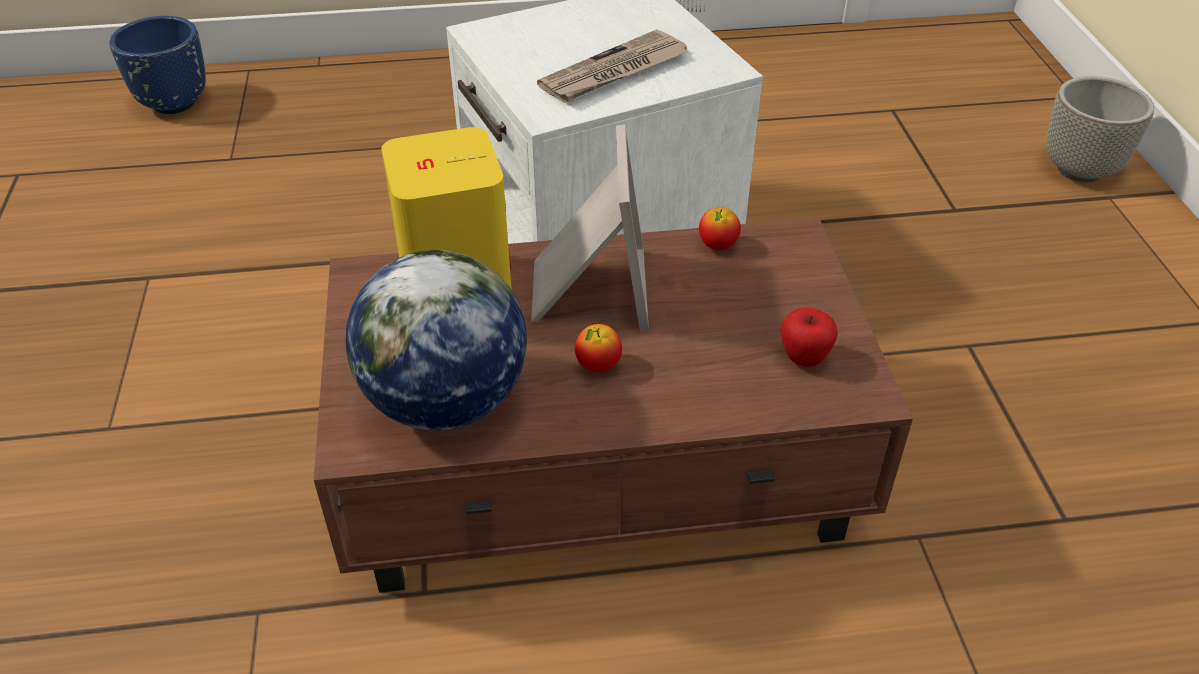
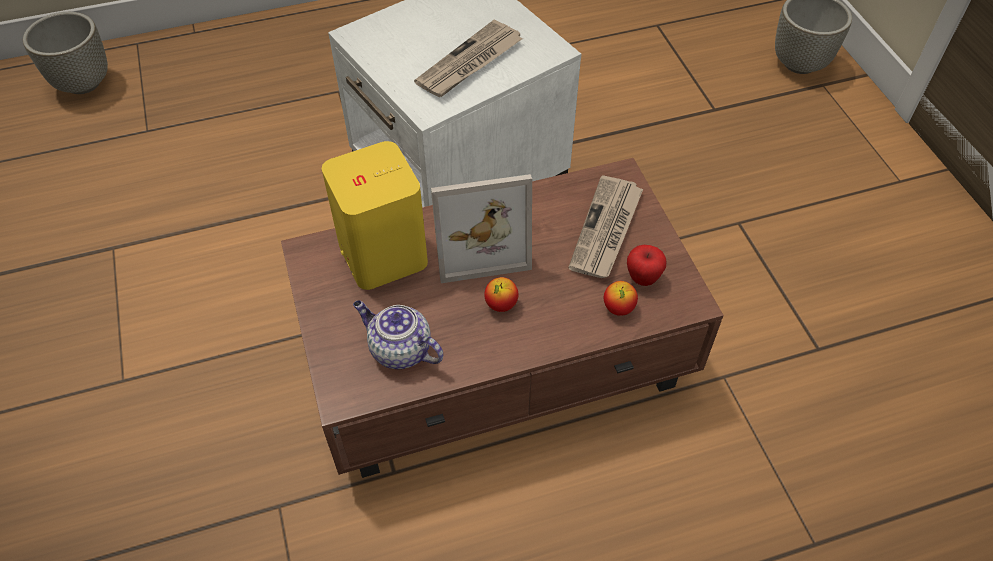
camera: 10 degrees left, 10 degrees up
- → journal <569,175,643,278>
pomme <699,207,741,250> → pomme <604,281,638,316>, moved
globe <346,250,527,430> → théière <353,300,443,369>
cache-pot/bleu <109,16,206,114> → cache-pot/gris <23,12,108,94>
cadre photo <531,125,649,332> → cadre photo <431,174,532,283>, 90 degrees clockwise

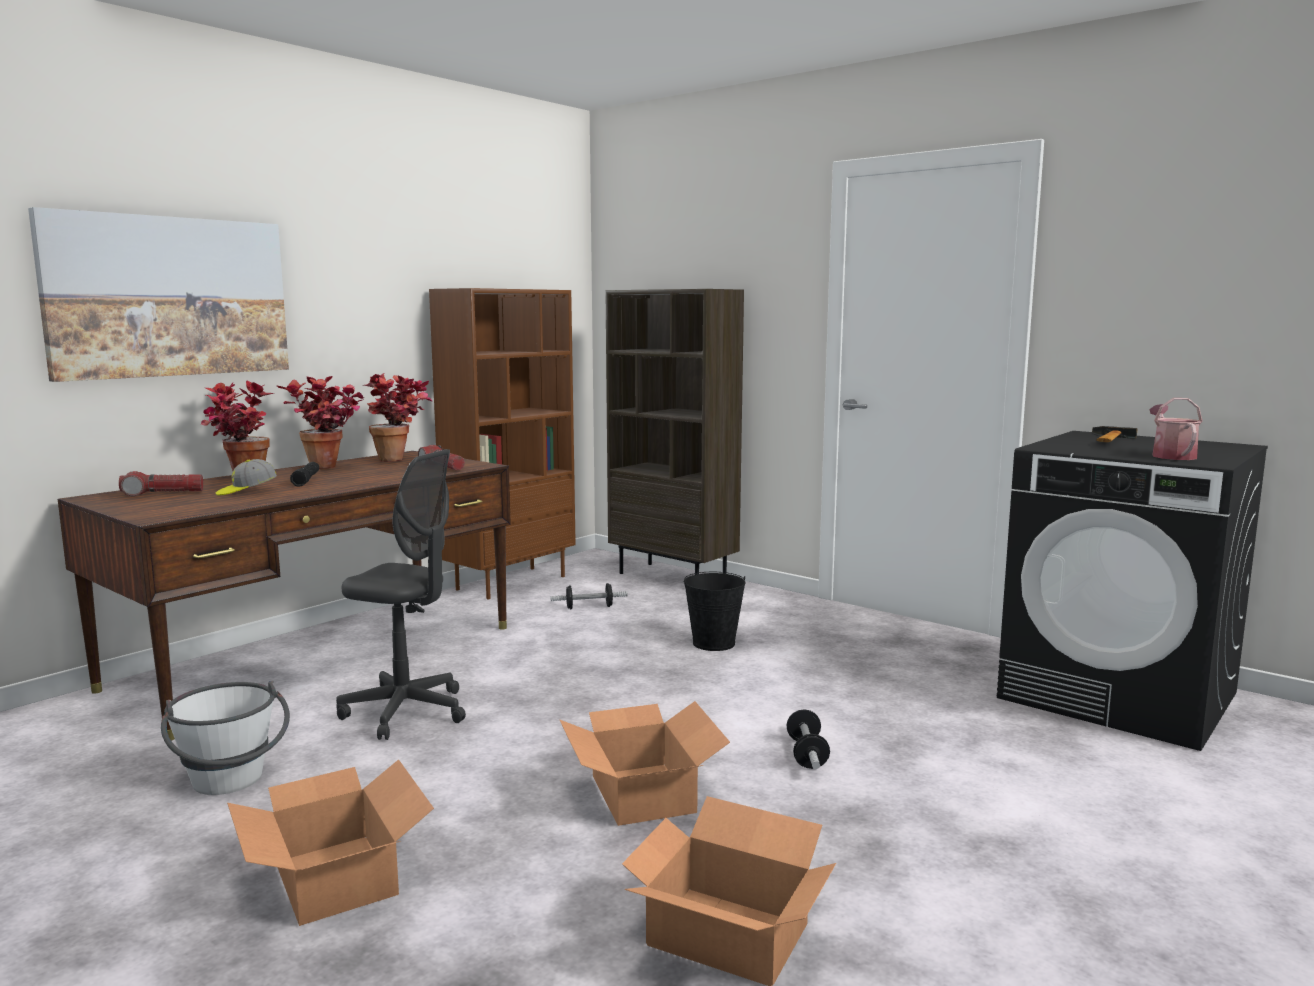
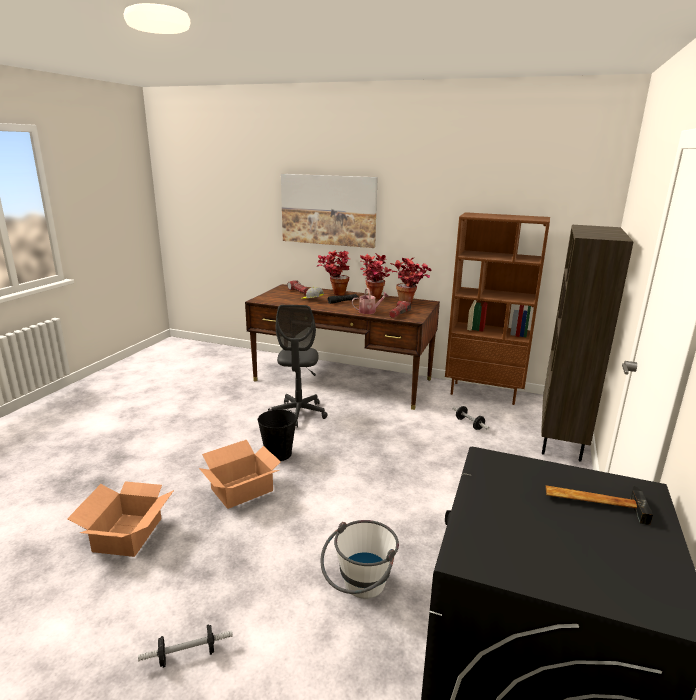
camera: 70 degrees right, 10 degrees up
carton <227,759,434,926> → -
seau/blanc <161,681,290,795> → seau/blanc <321,520,399,599>, moved
seau/noir <683,572,746,651> → seau/noir <258,409,297,461>, moved
haltère <786,709,830,769> → haltère <138,624,233,668>, moved
arrosoir <1150,398,1202,460> → arrosoir <352,288,389,314>, moved

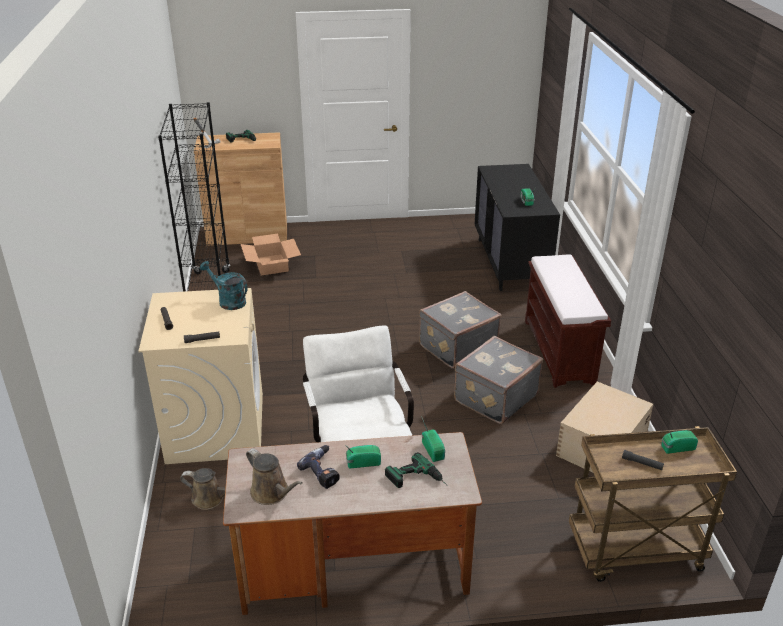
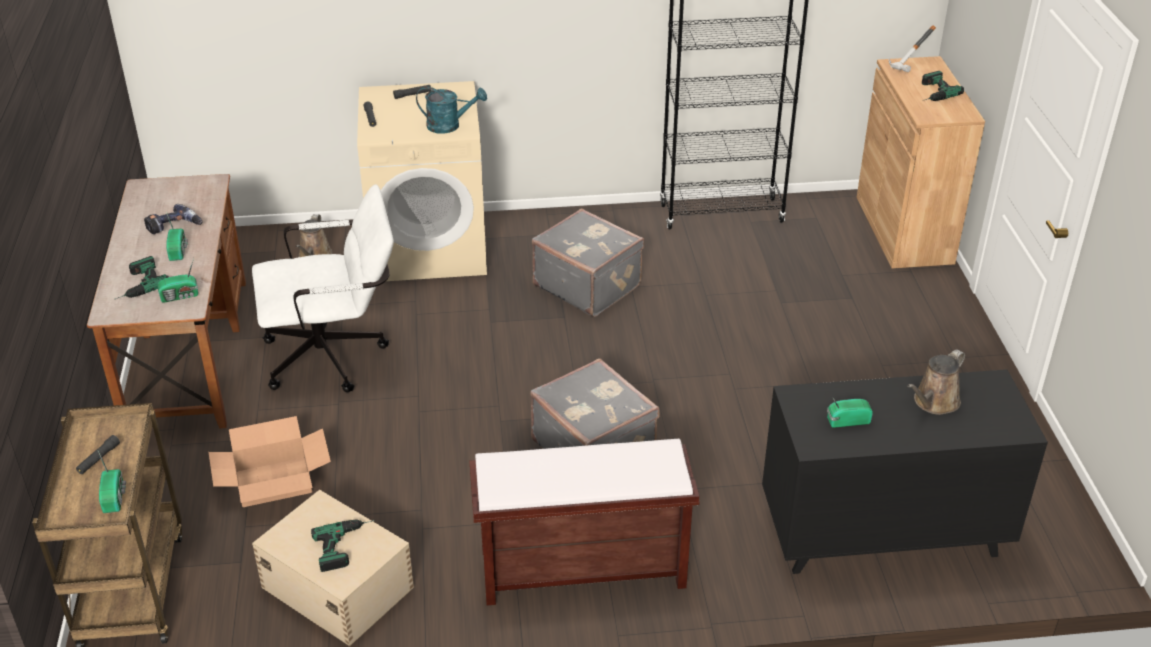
camera: 90 degrees right, 5 degrees up
- → perceuse <311,519,375,572>
carton <241,233,301,276> → carton <208,416,331,507>, moved
arrosoir/marron <246,448,303,505> → arrosoir/marron <907,350,965,415>, moved
valise/gris <454,336,543,424> → valise/gris <532,208,644,317>, moved
arrosoir/turquoise <200,261,248,310> → arrosoir/turquoise <416,87,487,134>, 60 degrees clockwise

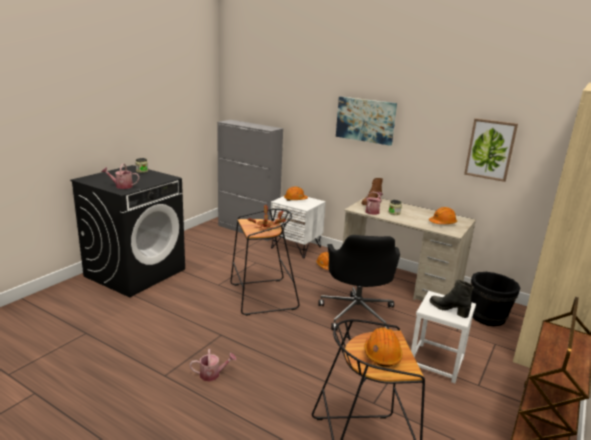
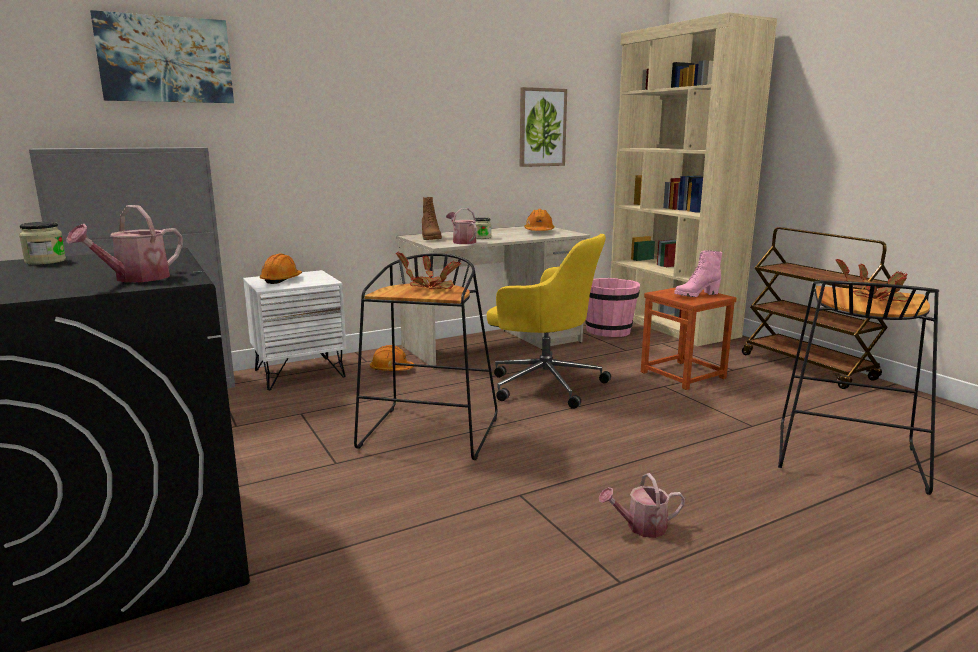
camera: 60 degrees left, 5 degrees down
tableau <336,96,397,146> → tableau <90,10,234,103>, moved
casque de chantier/orange <364,327,403,367> → plante en pot <836,259,909,302>
chaise de bureau/noir <318,235,400,330> → chaise de bureau/jaune <487,234,611,409>
tabouret/blanc <411,291,476,383> → tabouret/marron <641,288,737,390>
botte/noir <429,280,474,318> → botte/rose <674,250,722,297>
seau/noir <471,272,521,327> → seau/rose <585,278,640,337>
arrosoir <190,349,236,382> → arrosoir <599,473,685,538>, 120 degrees counterclockwise

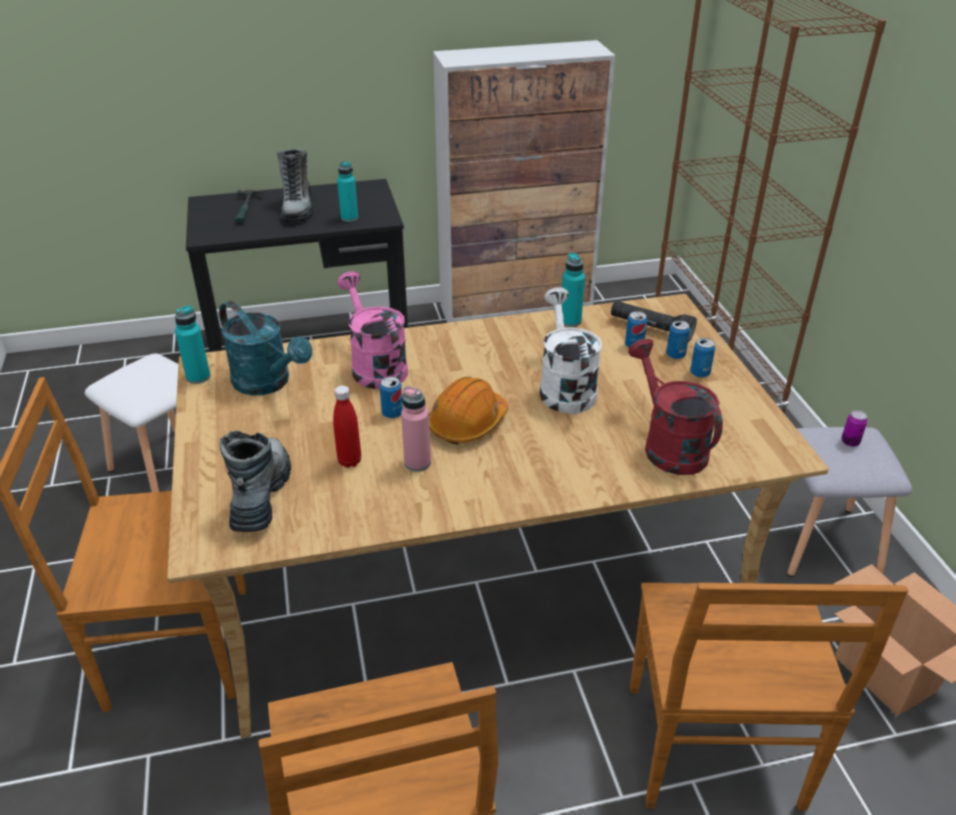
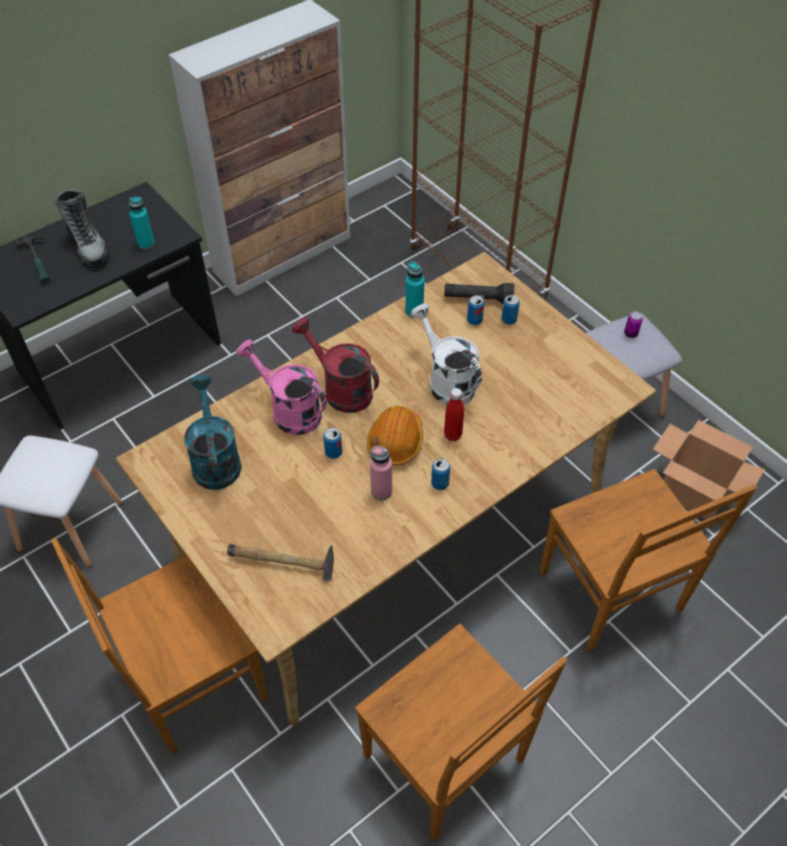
camera: 25 degrees left, 15 degrees up
bouteille/turquoise <175,305,210,384> → -
bouteille/rouge <333,385,361,468> → bouteille/rouge <444,388,464,441>, moved
arrosoir/rouge <628,339,723,475> → arrosoir/rouge <292,317,379,413>, moved
boîte métallique <690,338,715,378> → boîte métallique <431,458,450,490>, moved
botte <219,430,291,532> → marteau <227,544,334,581>
arrosoir/turquoise <219,301,312,395> → arrosoir/turquoise <184,374,242,490>, 120 degrees counterclockwise

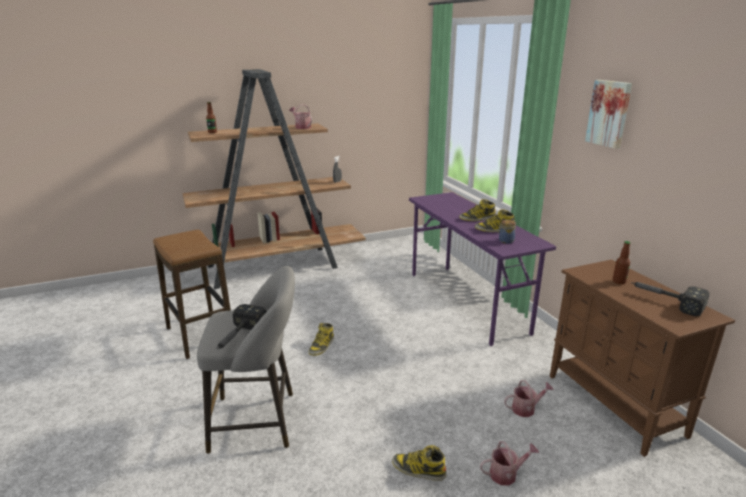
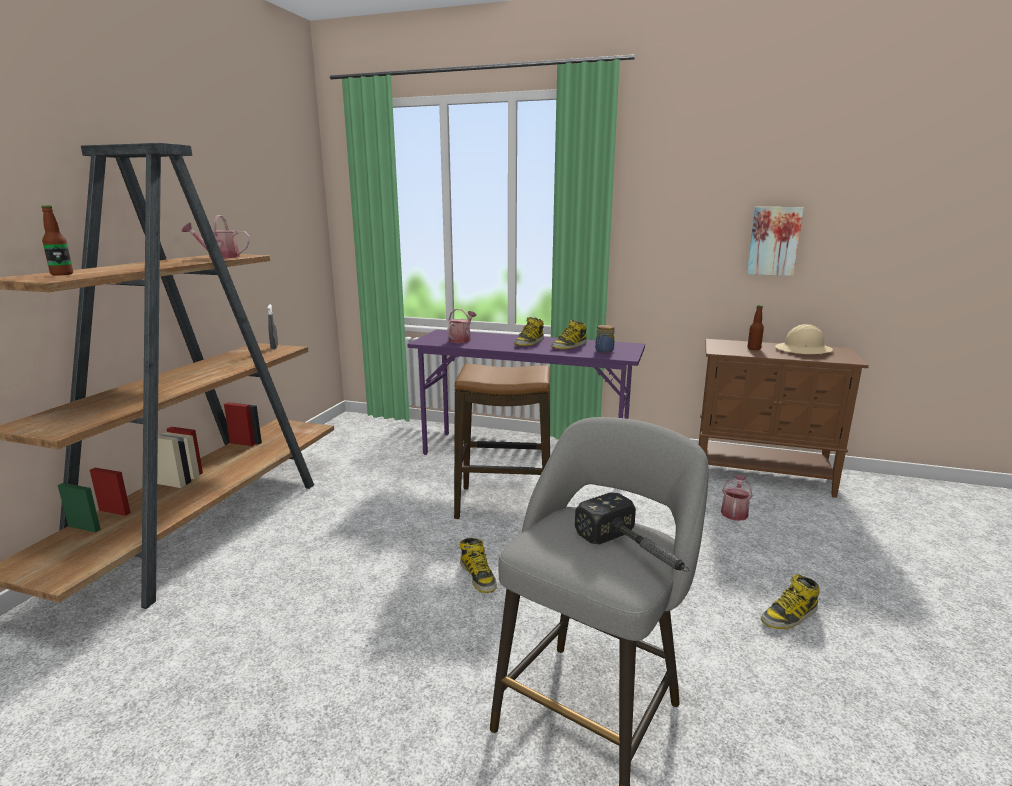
camera: 50 degrees left, 5 degrees down
tabouret <153,229,231,359> → tabouret <454,364,550,519>, moved
arrosoir <480,441,539,486> → arrosoir <447,309,476,343>, moved
tableau <585,80,632,149> → tableau <747,207,804,276>, moved
marteau <631,282,710,316> → casque de chantier/beige <775,324,833,354>

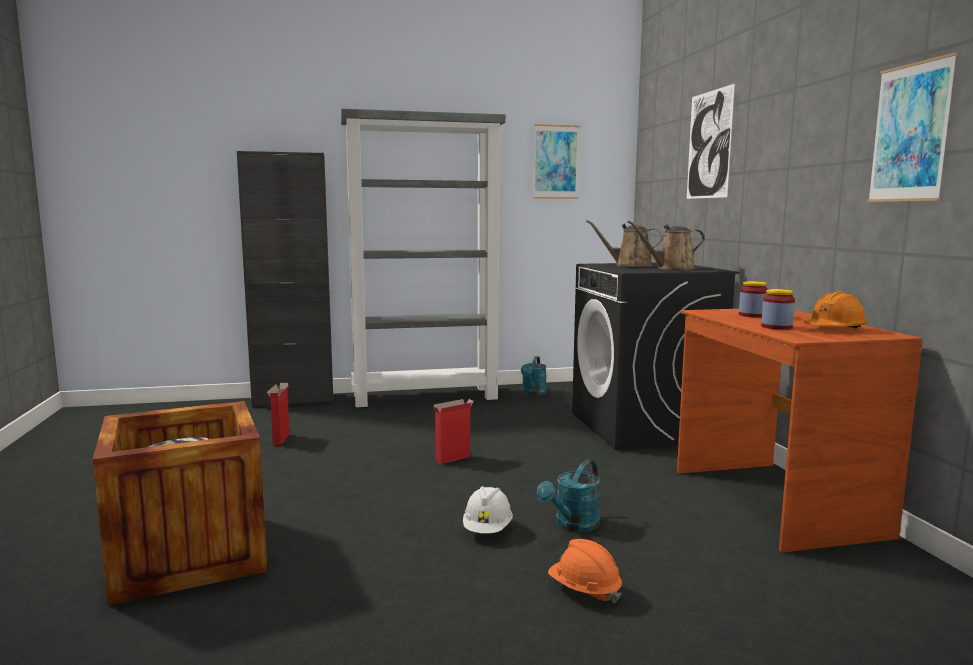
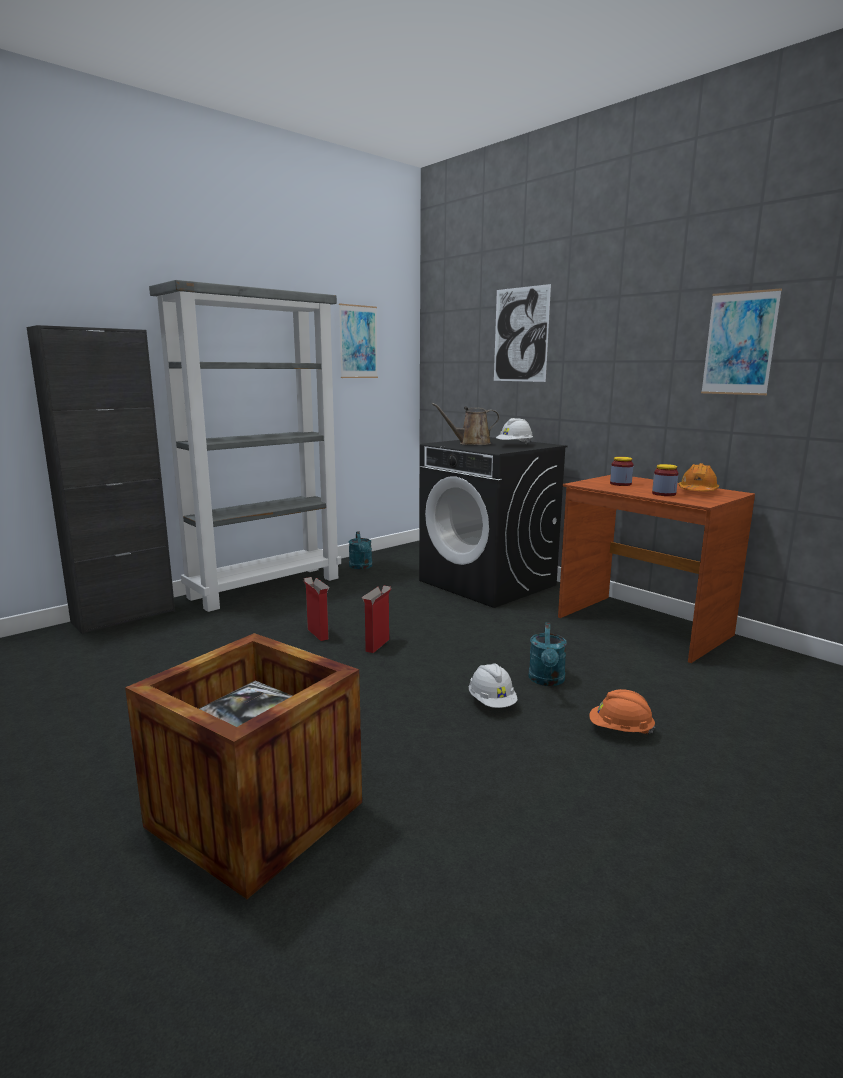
camera: 30 degrees left, 5 degrees up
carton <267,383,290,445> → carton <303,577,329,641>, moved
arrosoir/marron <627,221,705,270> → casque de chantier/blanc <496,418,533,444>

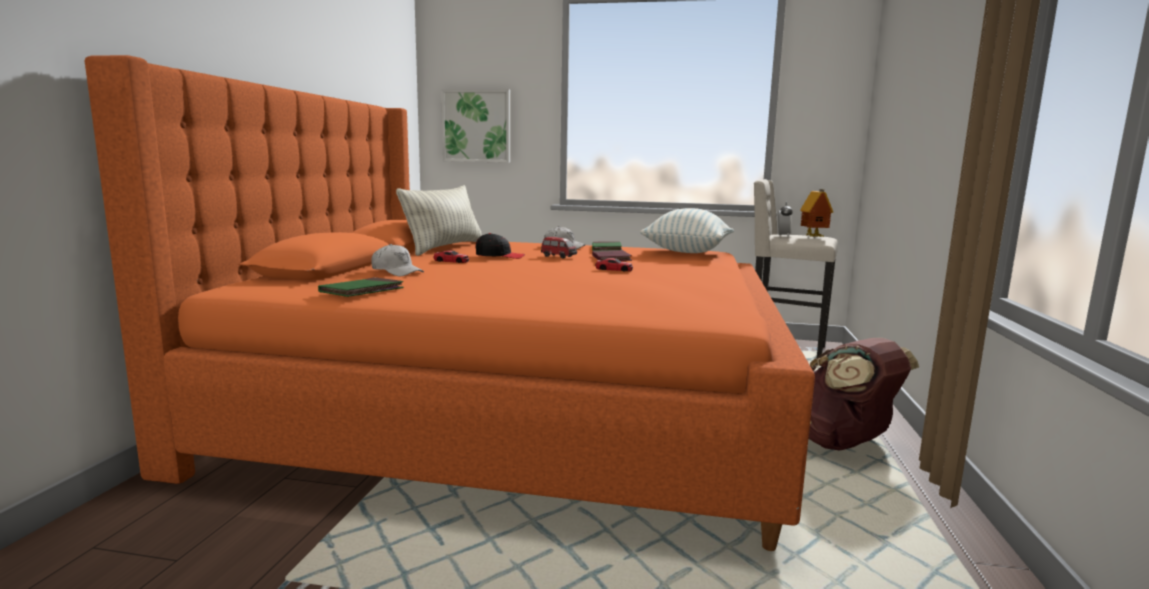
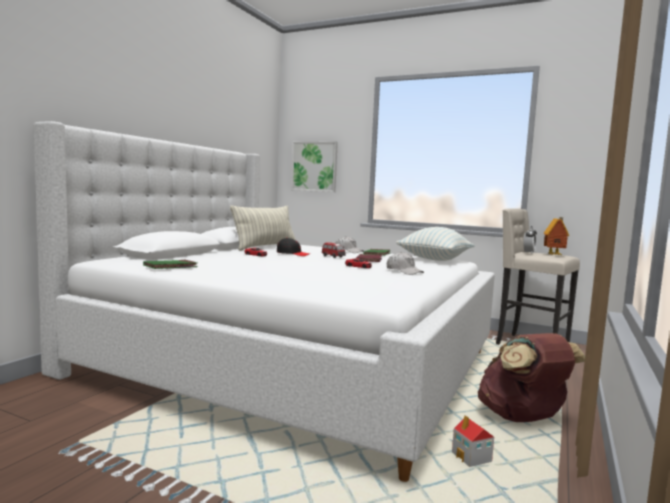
camera: 15 degrees right, 5 degrees down
- → maison miniature <452,415,494,467>
casquette/blanc <371,244,424,276> → casquette/blanc <387,252,424,275>, moved
lit/orange <85,55,815,551> → lit/blanc <33,121,495,482>

